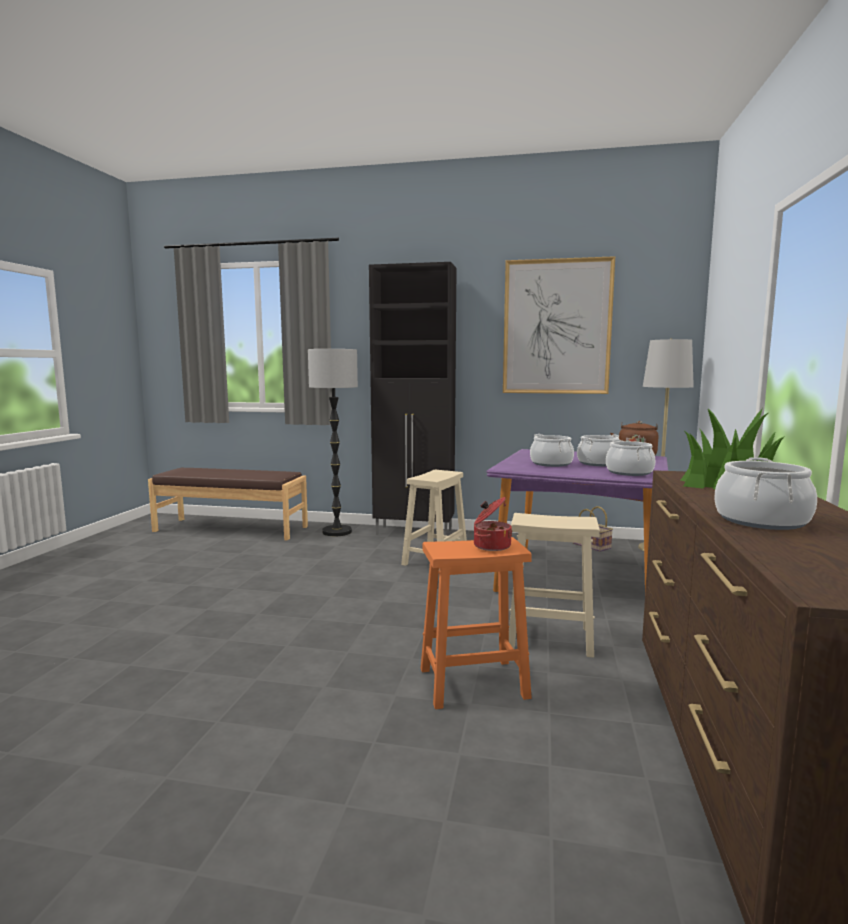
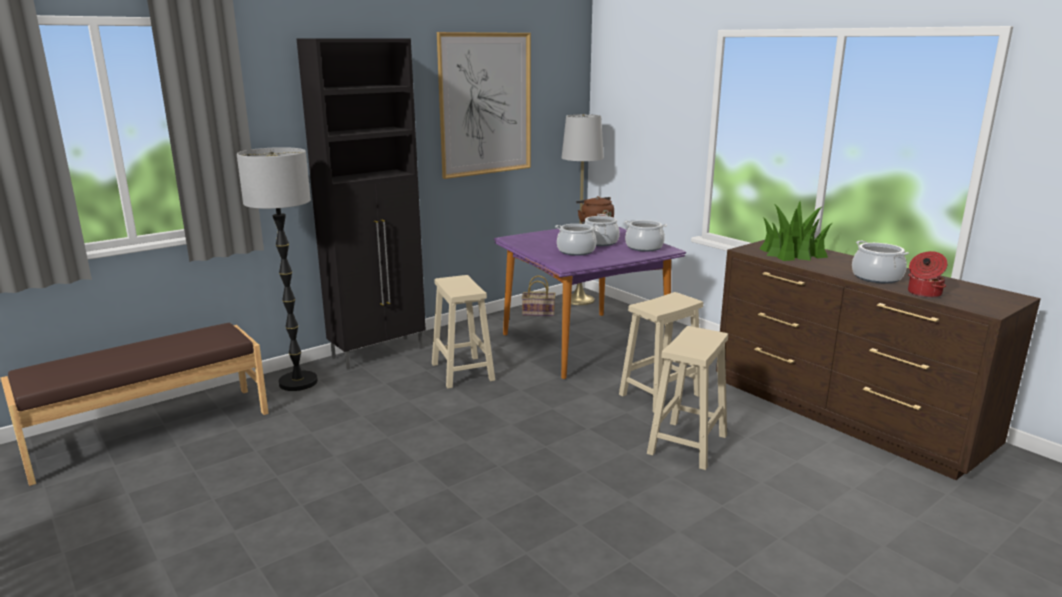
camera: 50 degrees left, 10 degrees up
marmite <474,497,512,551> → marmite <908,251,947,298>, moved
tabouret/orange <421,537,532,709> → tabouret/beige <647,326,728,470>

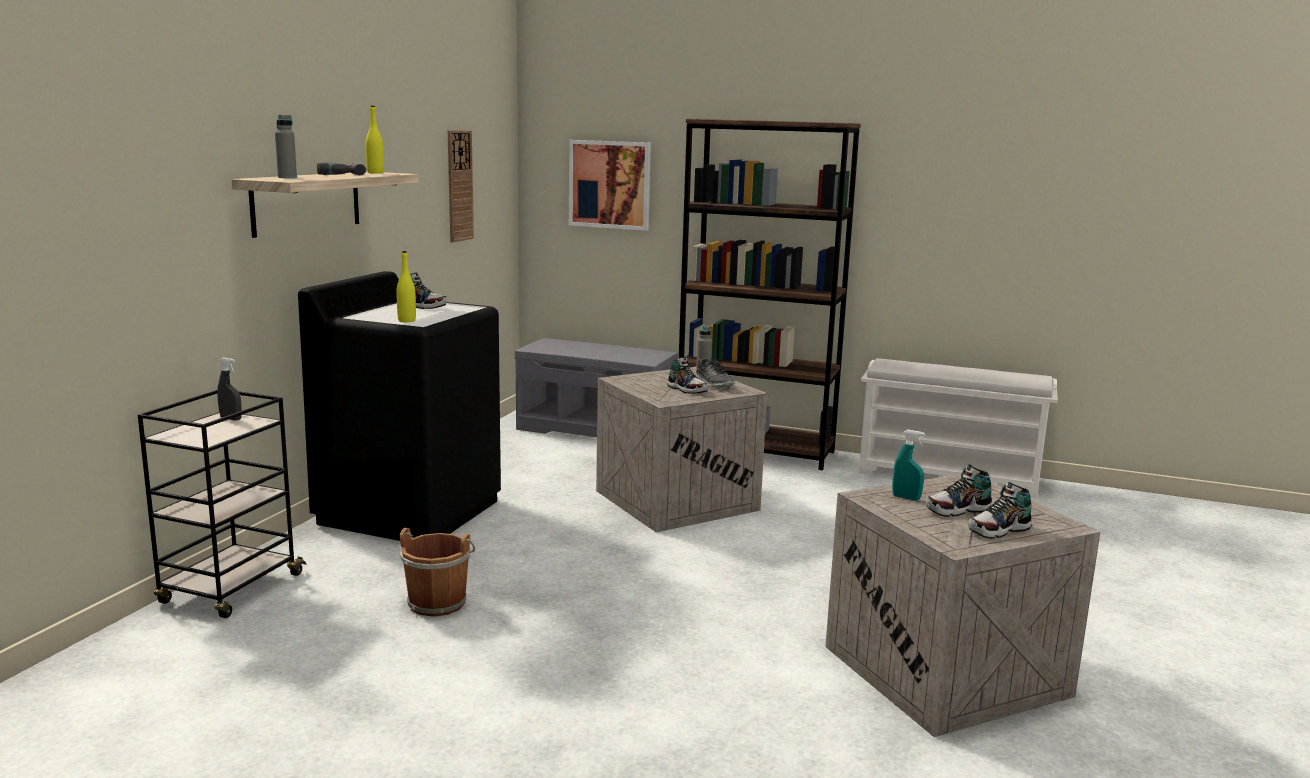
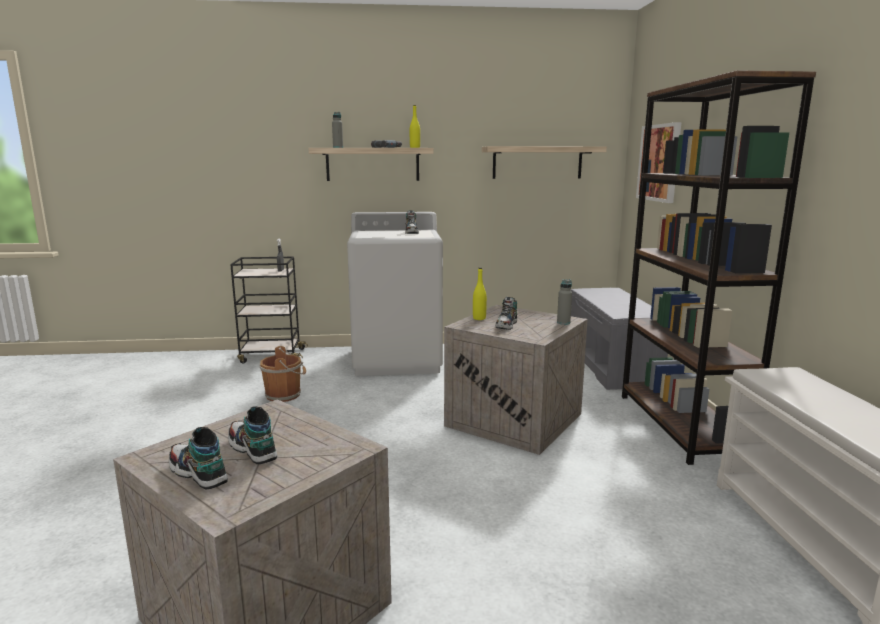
camera: 65 degrees right, 0 degrees up
chaussure <695,358,734,389> → -
vaporisateur/turquoise <892,430,925,500> → -
bouteille/jaune <396,251,416,322> → bouteille/jaune <473,267,487,320>, moved
horloge murale <448,130,474,242> → étagère <482,146,607,179>
lave-linge/noir <298,271,501,541> → lave-linge/blanc <347,212,443,376>

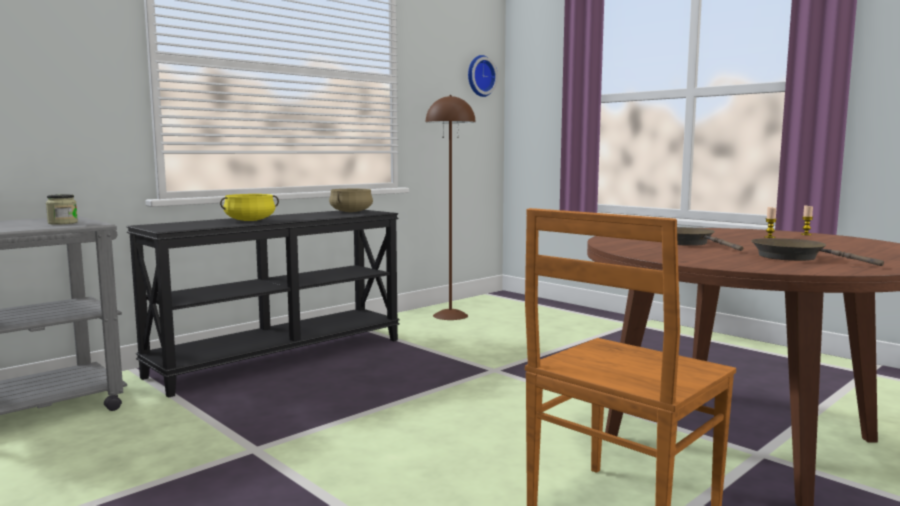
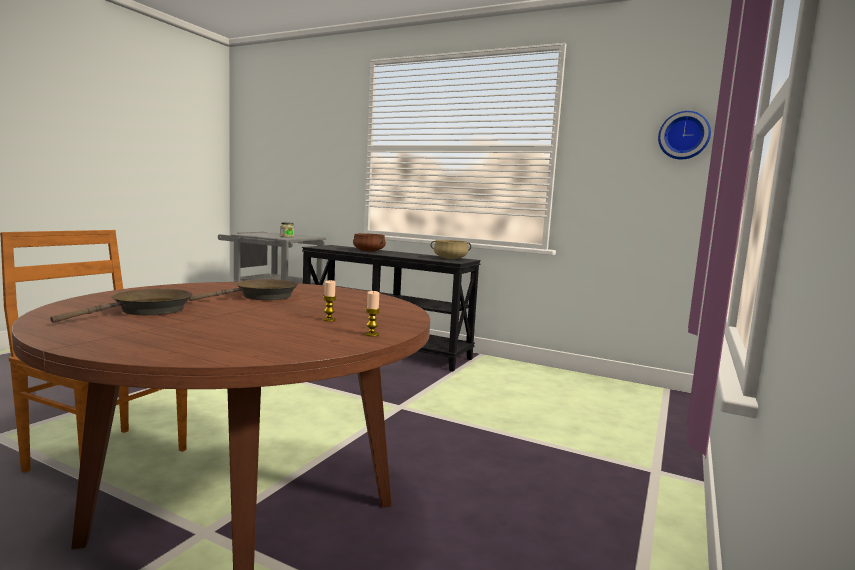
camera: 70 degrees right, 0 degrees up
lampadaire/marron <426,95,476,320> → -
marmite/jaune <220,194,279,221> → marmite/marron <353,233,386,251>

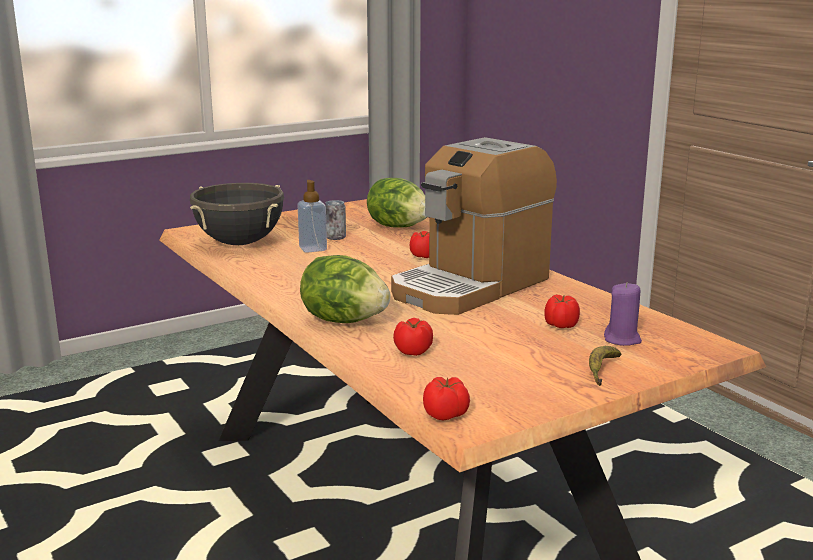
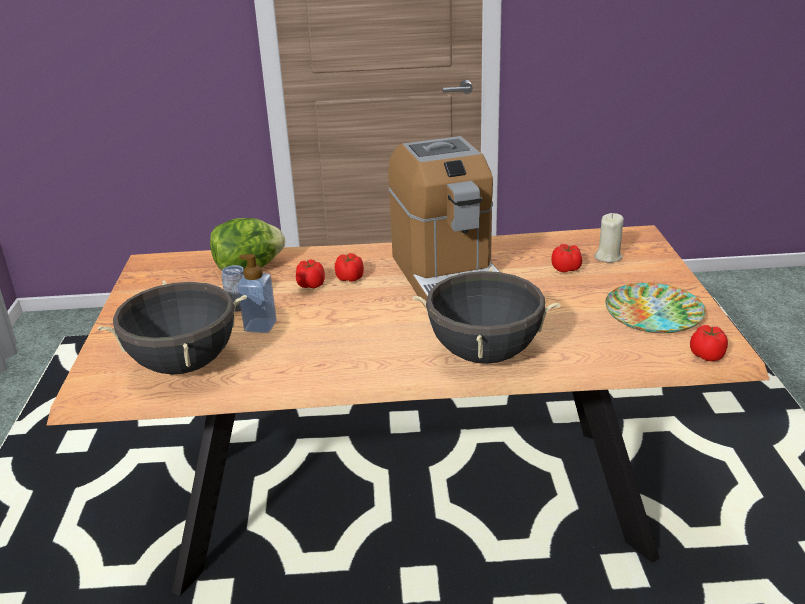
camera: 60 degrees left, 10 degrees up
banane <589,346,622,386> → -
- → assiette <605,283,706,333>
tomate <393,318,433,356> → tomate <296,259,325,288>, moved
laitue <300,255,391,323> → marmite/noir <412,267,561,364>
bougie/violet <604,282,642,346> → bougie/beige <594,213,624,263>

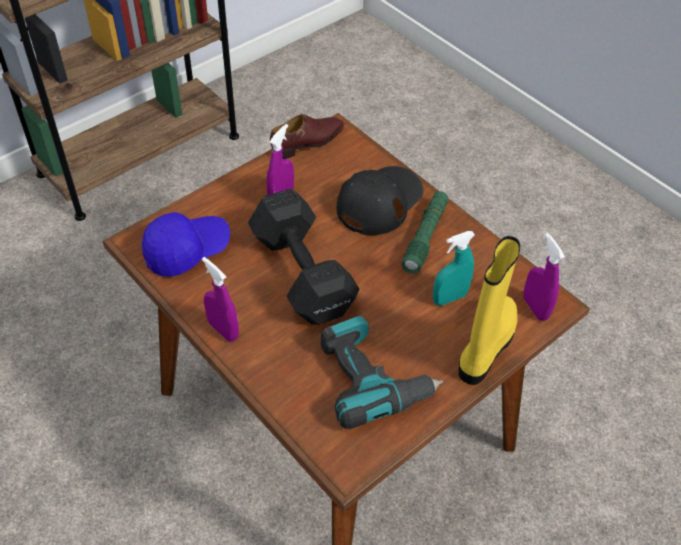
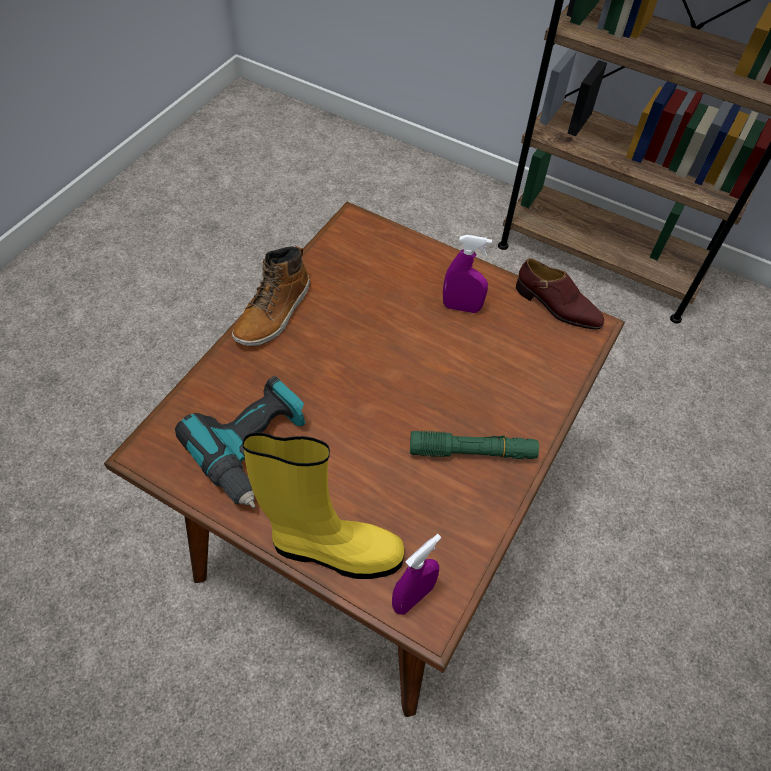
camera: 70 degrees right, 5 degrees up
casquette/bleu <142,212,230,277> → -
haltère/noir <248,189,359,325> → -
casquette/noir <337,166,424,235> → -
vaporisateur/turquoise <433,231,475,306> → -
vaporisateur/violet <202,257,239,342> → botte <232,246,310,346>

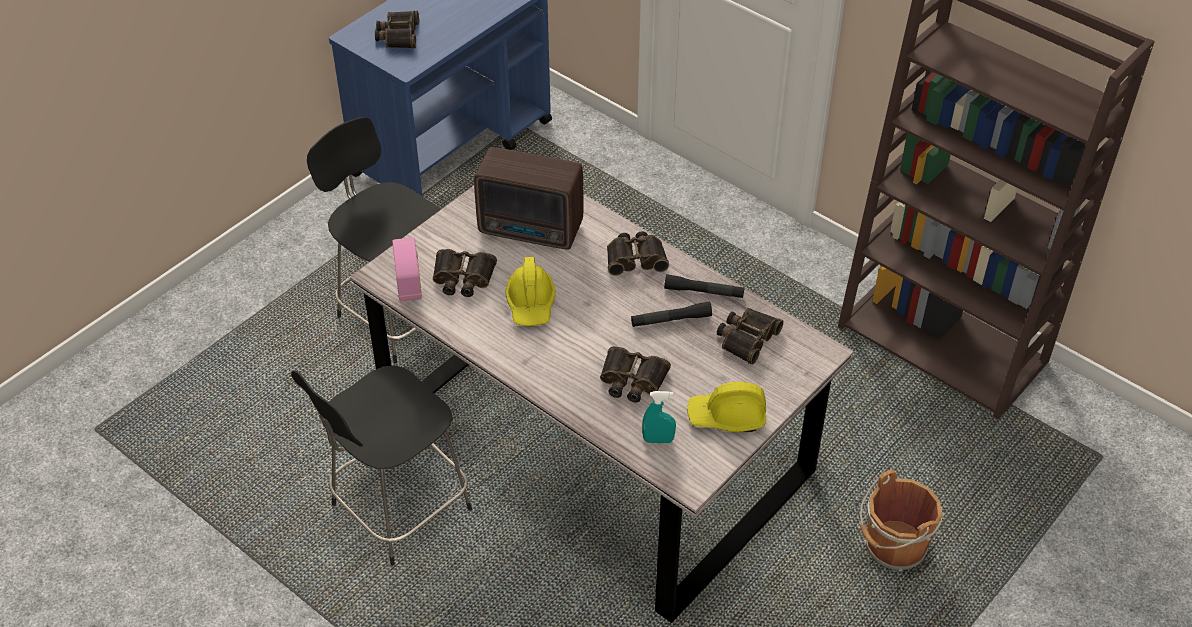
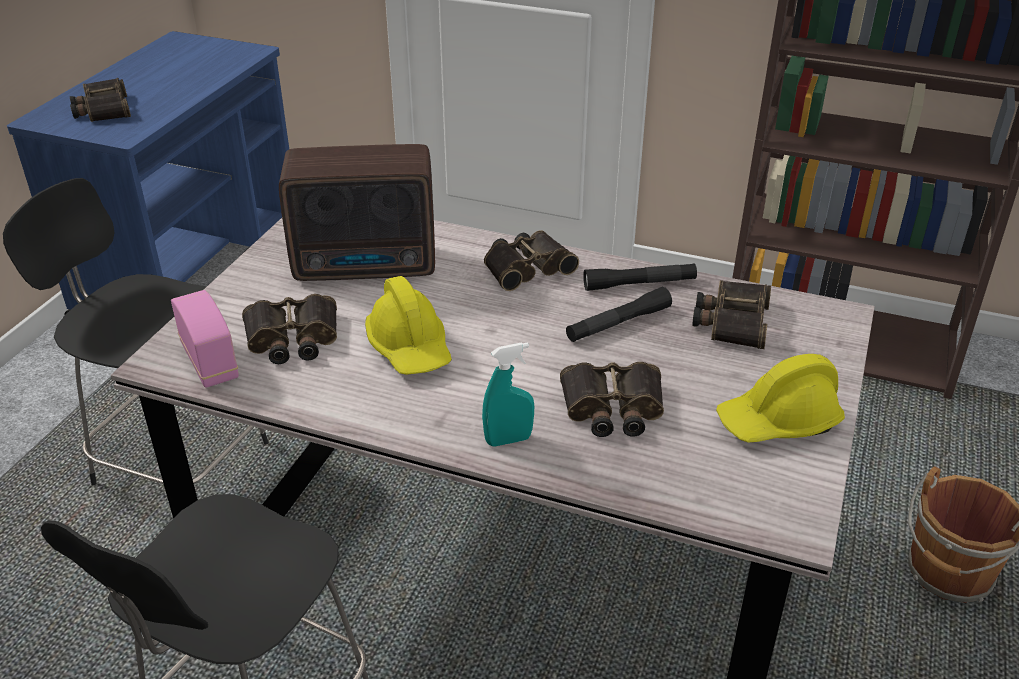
camera: 20 degrees left, 10 degrees down
vaporisateur/turquoise <642,391,676,444> → vaporisateur/turquoise <482,342,534,447>, moved

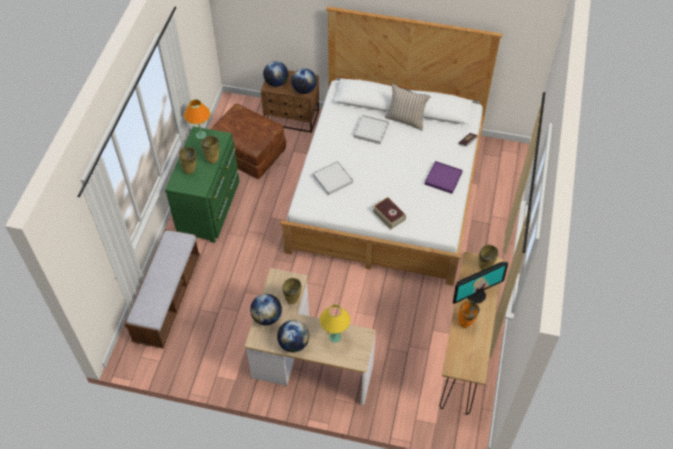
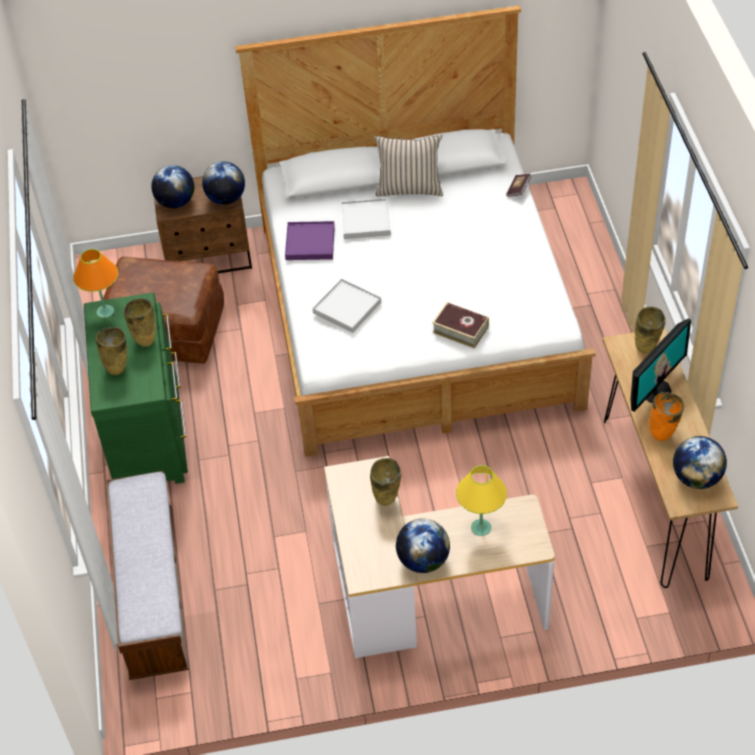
camera: 20 degrees left, 5 degrees down
globe <250,294,282,325> → globe <673,436,727,489>, moved
plateau/violet <425,161,463,194> → plateau/violet <285,221,335,260>, moved

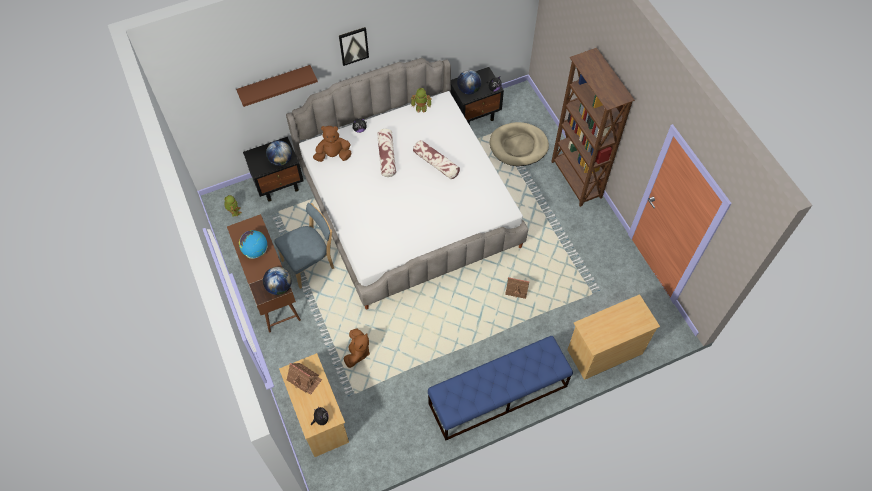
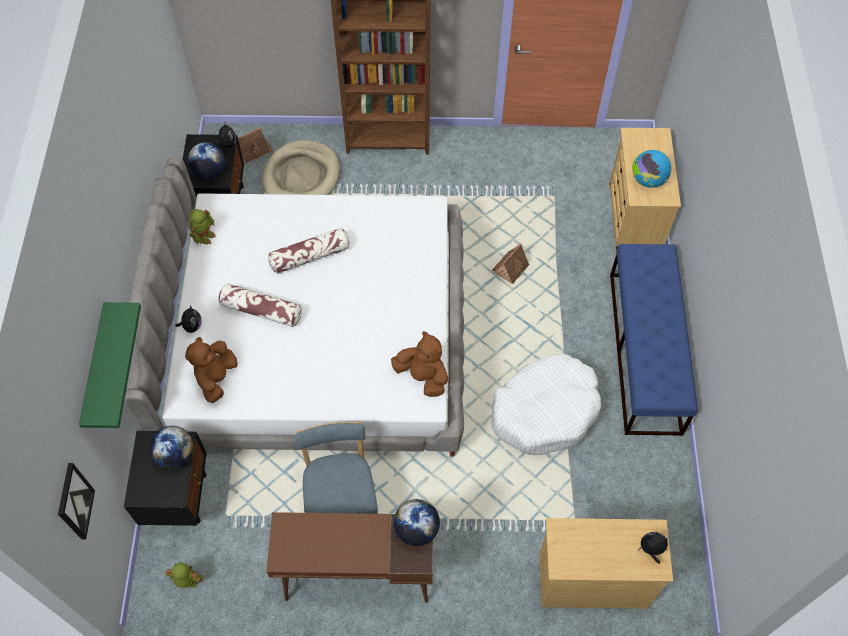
camera: 65 degrees left, 0 degrees up
- → panier pour chien/blanc <492,353,601,455>
globe <239,230,267,259> → globe <632,150,671,188>, moved
maison miniature <287,363,322,395> → maison miniature <238,127,274,164>, moved
tableau <339,27,369,66> → tableau <58,463,95,539>, moved
peluche/marron <343,328,370,368> → peluche/marron <391,331,448,397>, moved
étagère/marron <236,65,318,107> → étagère/vert <79,302,141,428>

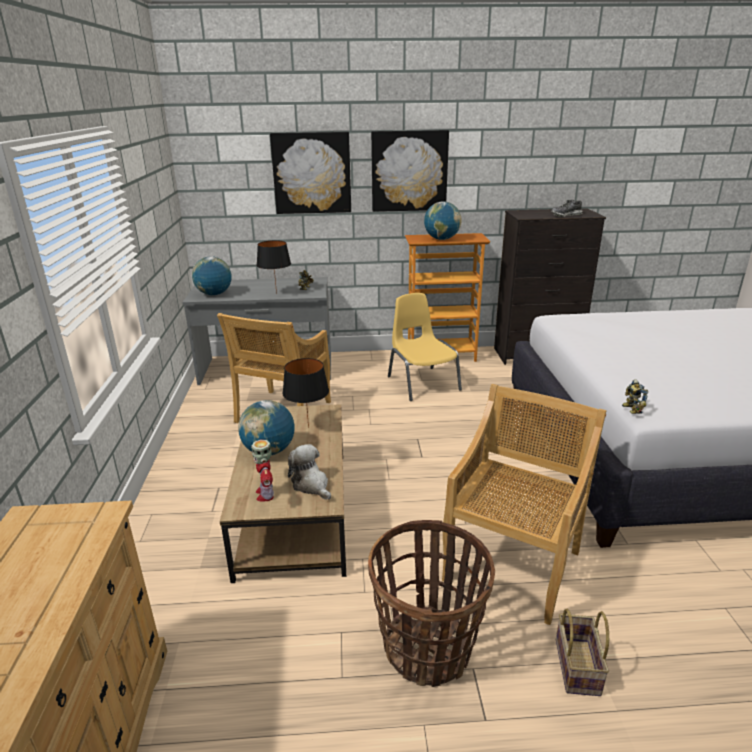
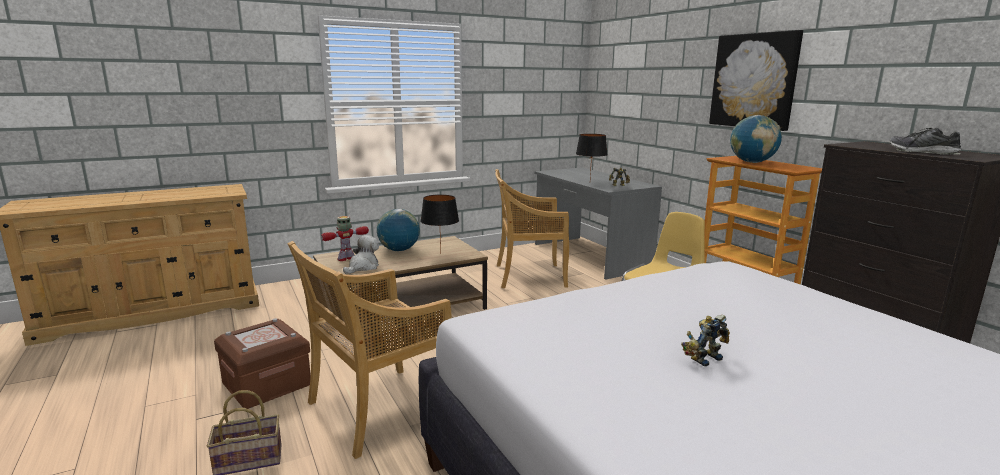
camera: 65 degrees right, 10 degrees down
globe <192,256,232,295> → -
tableau <270,132,351,214> → -
robot jouet <622,379,648,414> → robot jouet <681,315,730,366>, moved
panier <368,520,495,687> → boîte de rangement/marron <214,318,311,409>
chaise/beige <442,384,606,625> → chaise/beige <288,241,452,459>, 135 degrees clockwise

